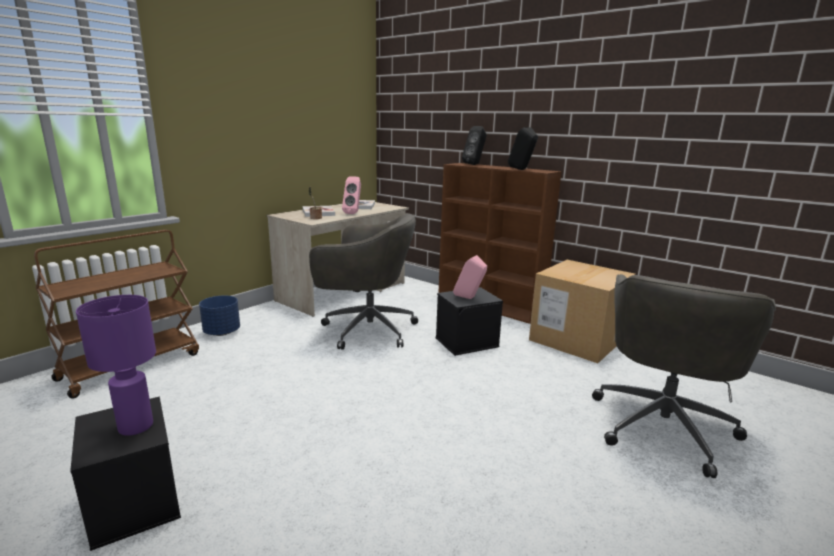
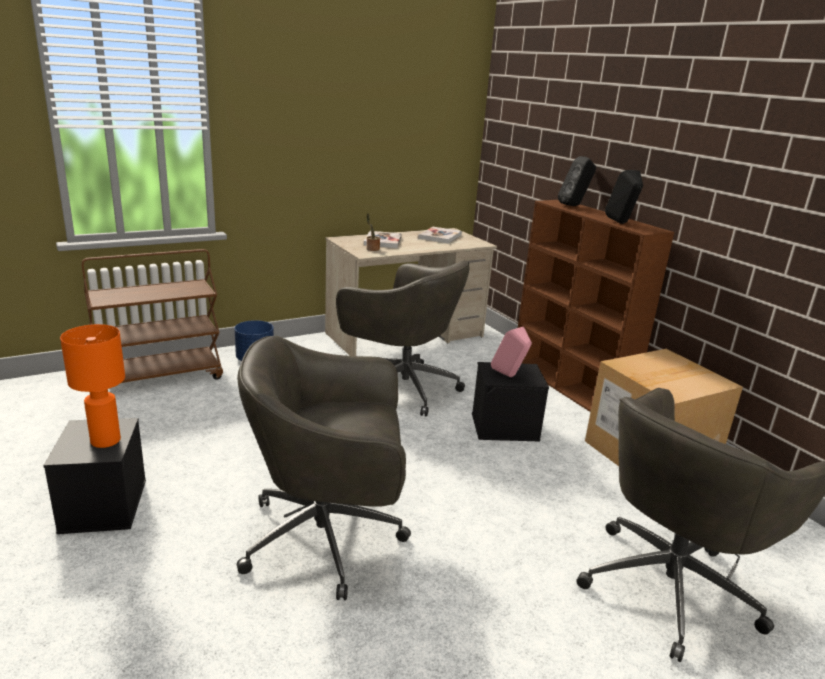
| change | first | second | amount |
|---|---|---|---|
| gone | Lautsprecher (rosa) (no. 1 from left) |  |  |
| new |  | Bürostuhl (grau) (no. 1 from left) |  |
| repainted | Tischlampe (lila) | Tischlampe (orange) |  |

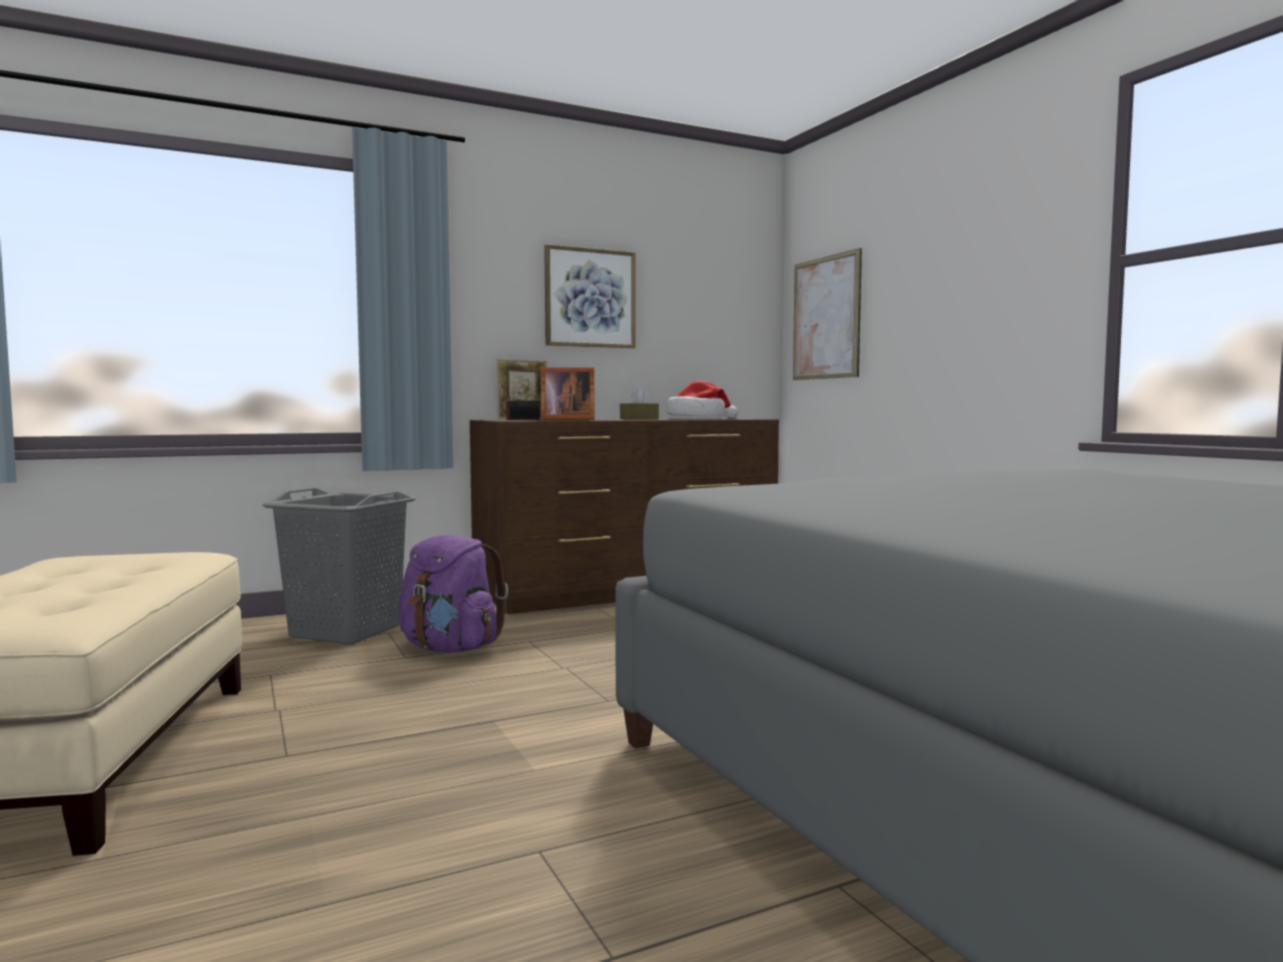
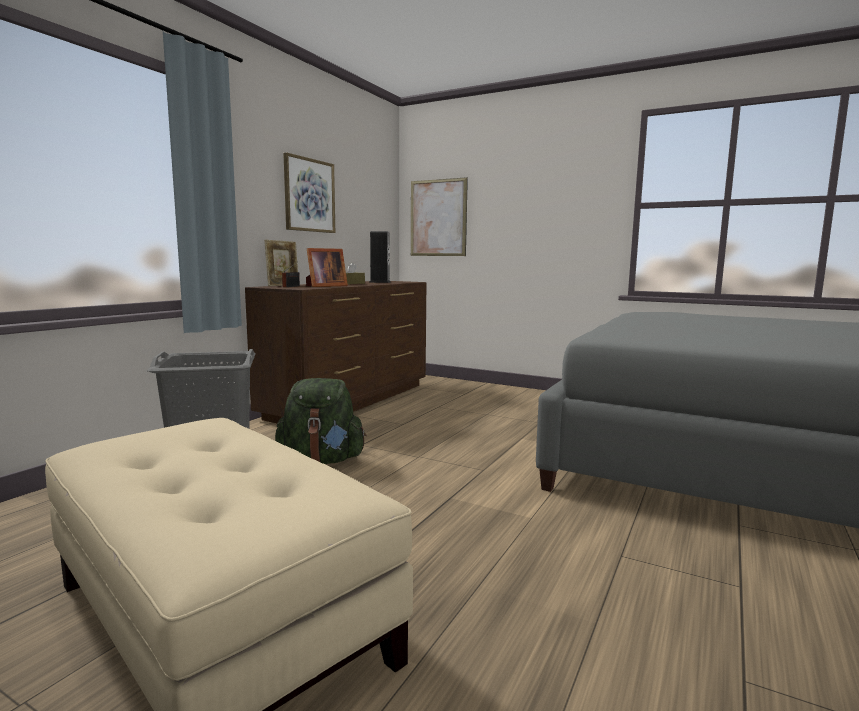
| change | first | second | amount |
|---|---|---|---|
| swapped | Hut | Lautsprecher |  |
| repainted | Rucksack (lila) | Rucksack (grün) |  |

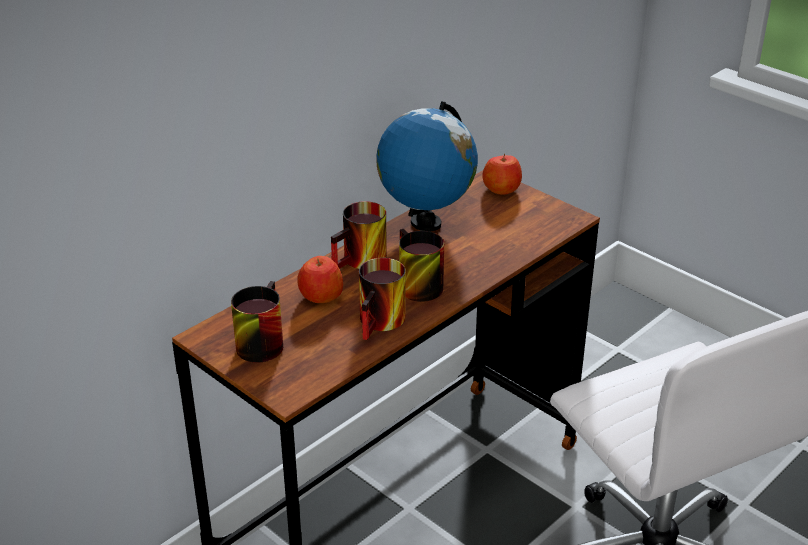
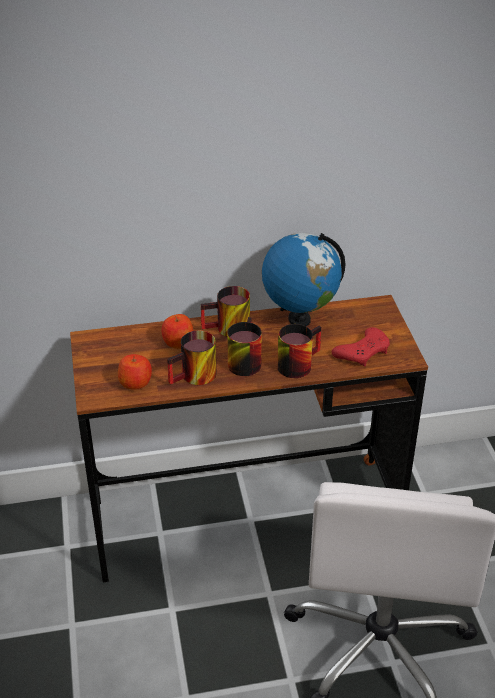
| change | first | second | amount |
|---|---|---|---|
| new |  | Gamepad (rot) |  |
| shifted | Henkelbecher (no. 1 from left in the first image) | Henkelbecher (no. 4 from left) |  |
| shifted | Apfel (no. 2 from left in the first image) | Apfel (no. 1 from left) |  |

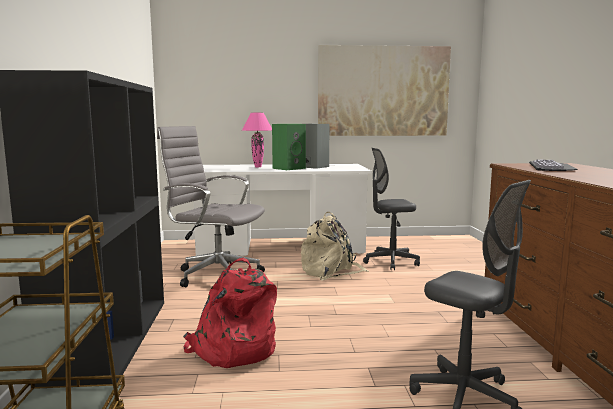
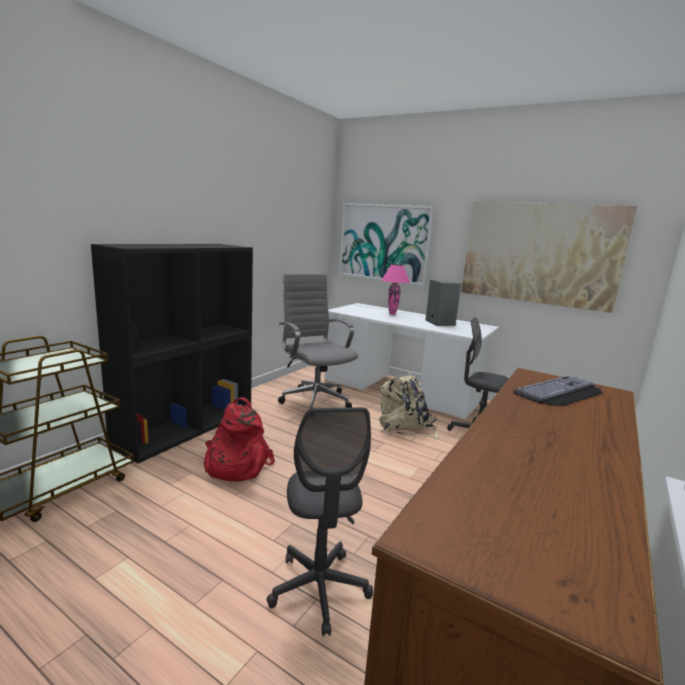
| change | first | second | amount |
|---|---|---|---|
| gone | Lautsprecher (grün) |  |  |
| new |  | Bild (no. 1 from left) |  |

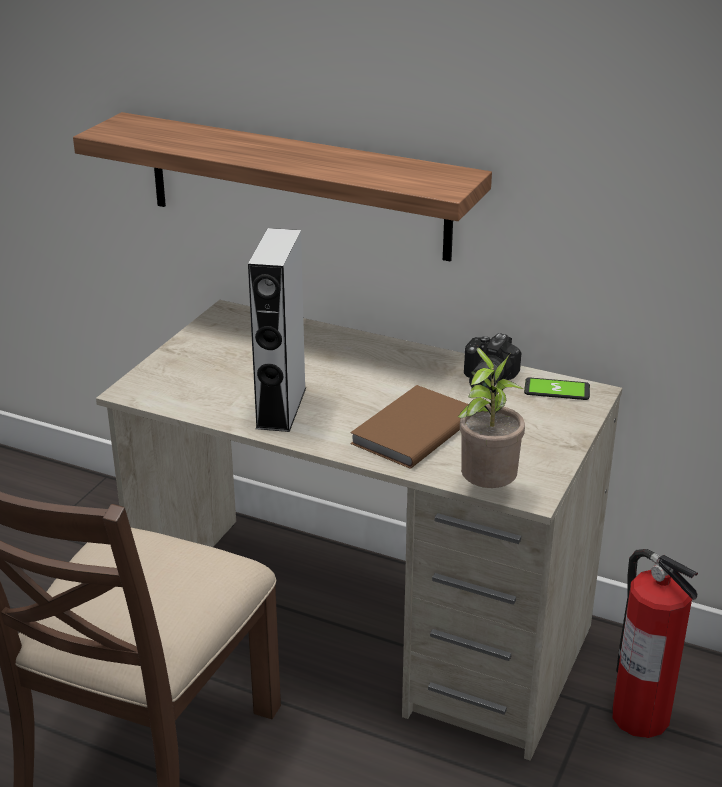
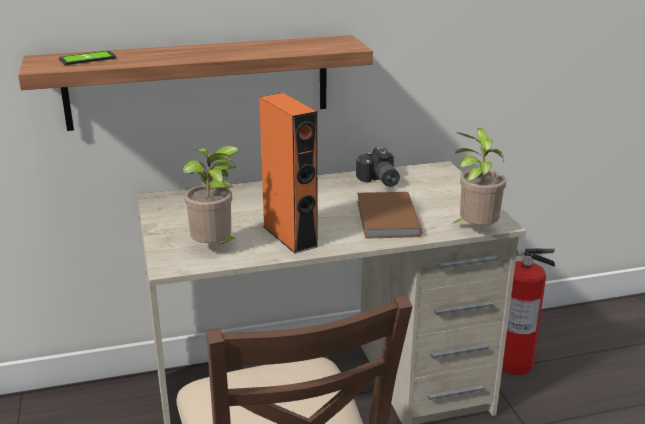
| change | first | second | amount |
|---|---|---|---|
| new |  | Topfpflanze (no. 1 from left) |  |
| shifted | Handy |  |  |
| repainted | Lautsprecher (grau) | Lautsprecher (orange) |  |

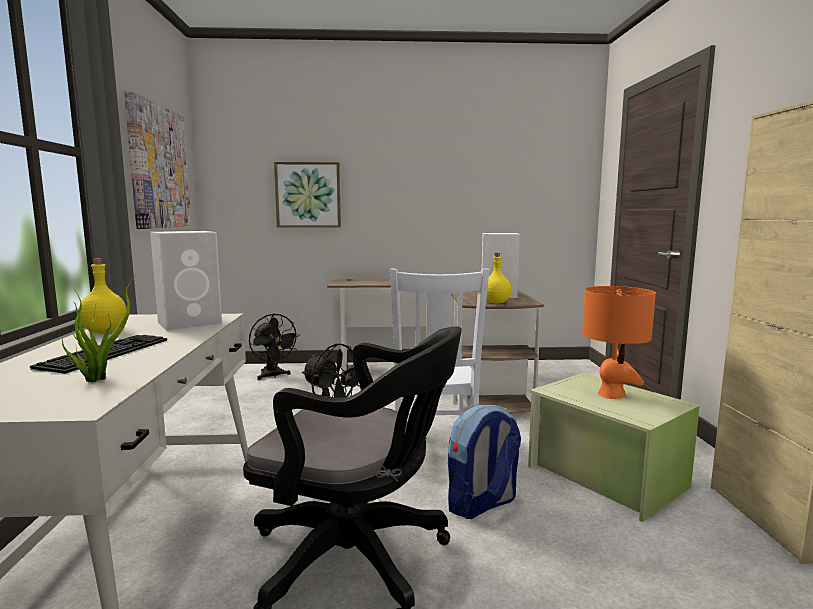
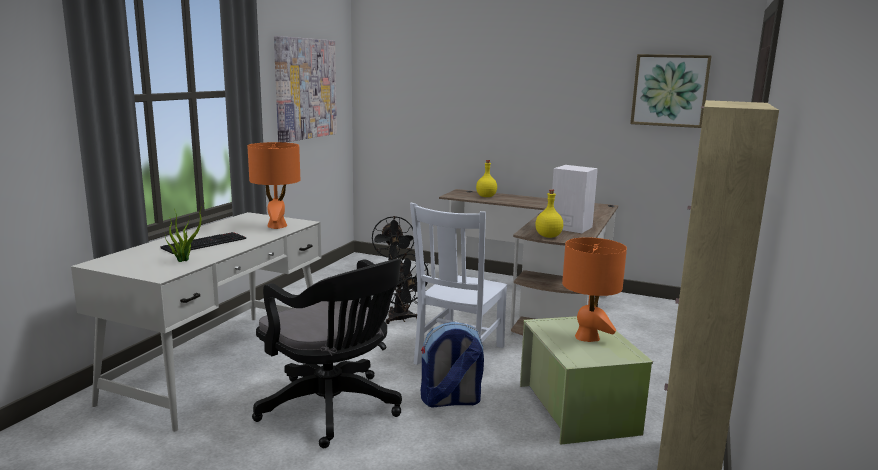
| change | first | second | amount |
|---|---|---|---|
| shifted | Flasche (gelb) (no. 1 from left) |  |  |
| shifted | Bild (no. 2 from left) |  |  |
| swapped | Lautsprecher (weiß) (no. 1 from left) | Tischlampe (orange) (no. 1 from left) |  |

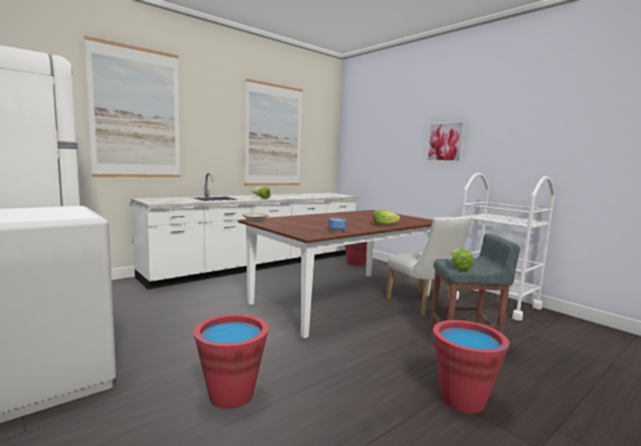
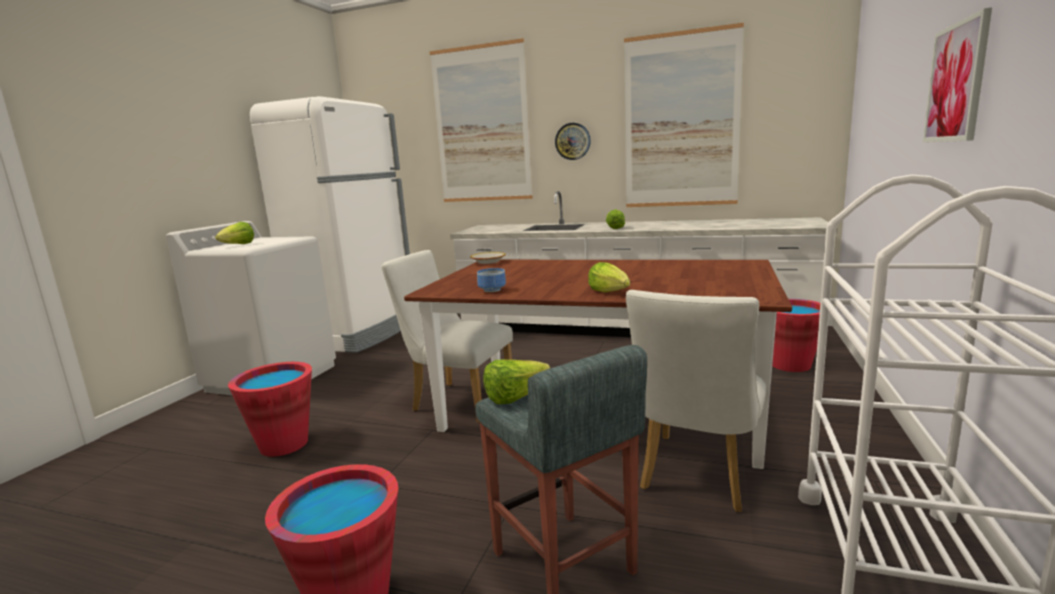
| change | first | second | amount |
|---|---|---|---|
| new |  | Salatkopf (no. 1 from left) |  |
| new |  | Stuhl (weiß) (no. 1 from left) |  |
| new |  | Wanduhr |  |

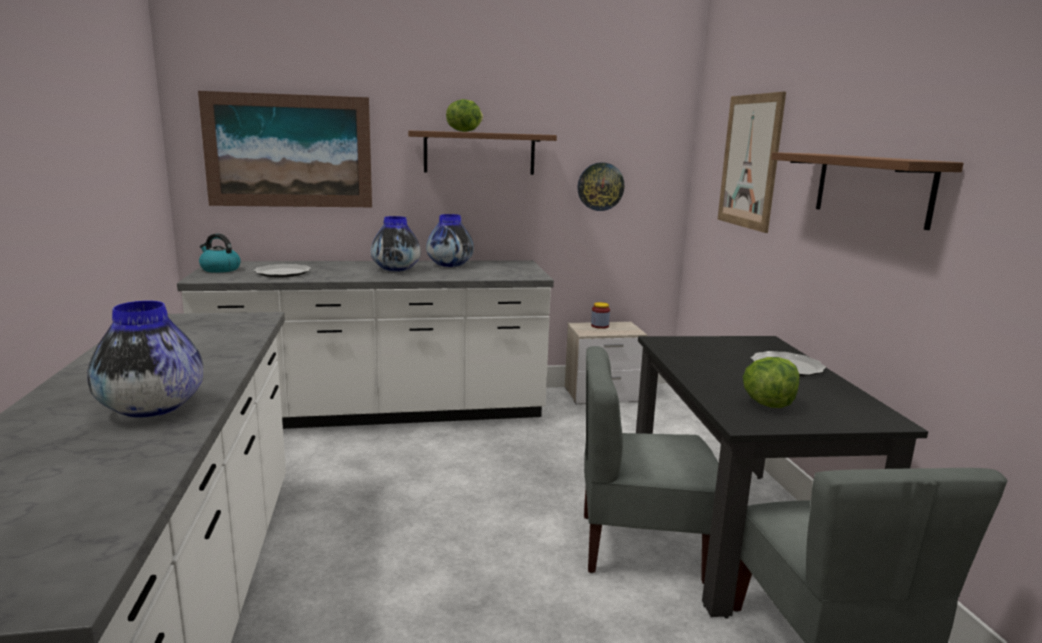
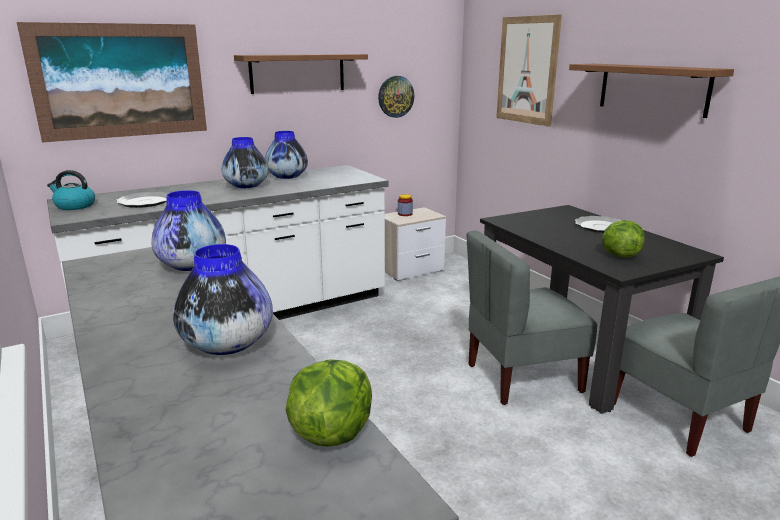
| change | first | second | amount |
|---|---|---|---|
| new |  | Vase (no. 1 from left) |  |
| shifted | Salatkopf (no. 1 from left) |  |  |

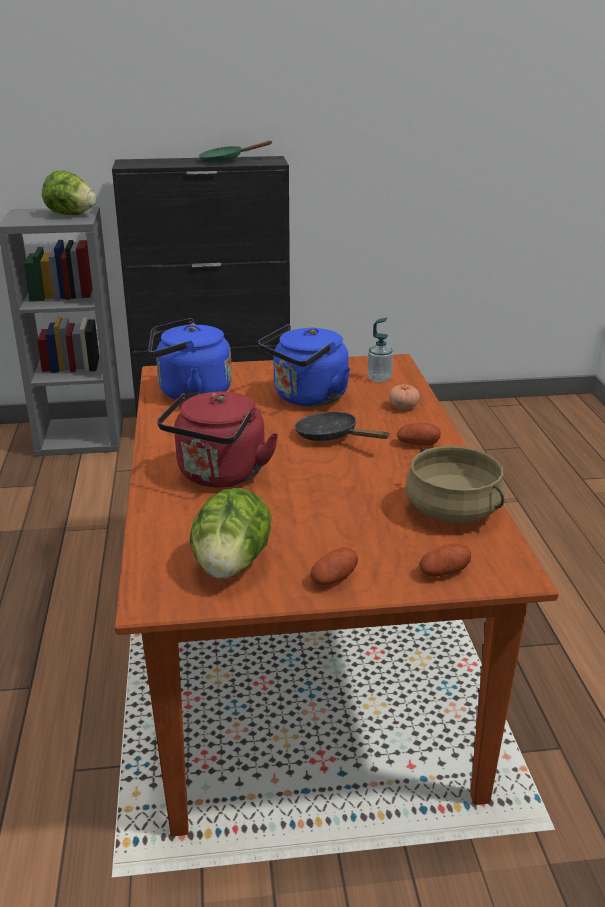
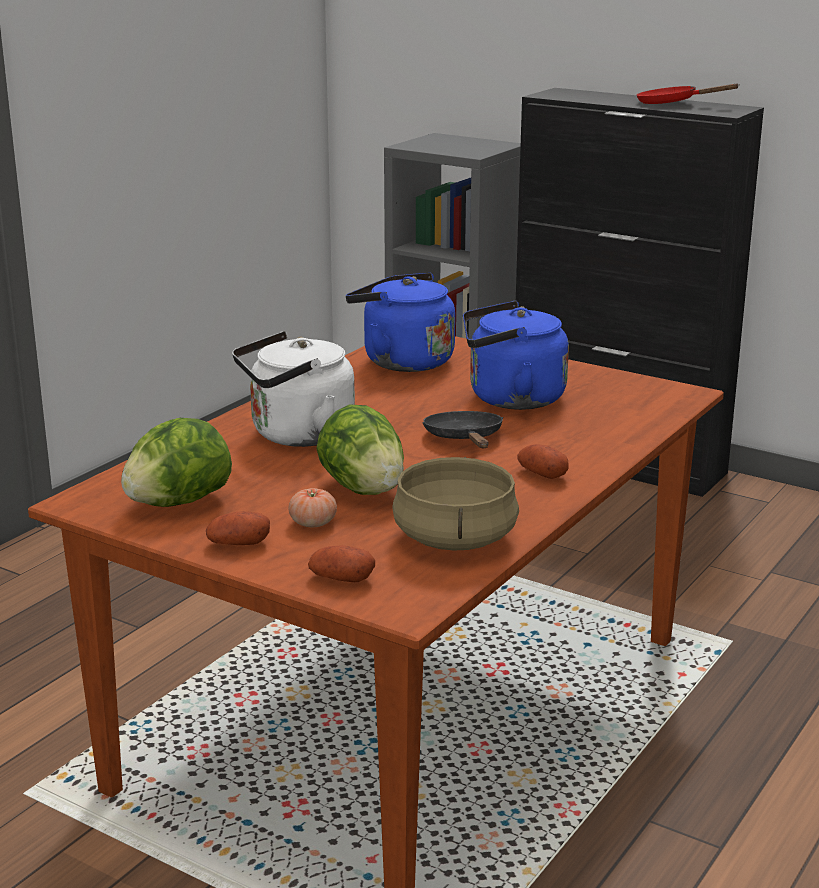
| change | first | second | amount |
|---|---|---|---|
| gone | Seifenspender |  |  |
| shifted | Salatkopf (no. 1 from left in the first image) | Salatkopf (no. 2 from left) |  |
| shifted | Tomate |  |  |
| repainted | Wasserkessel (rot) | Wasserkessel (weiß) |  |
| repainted | Pfanne (grün) | Pfanne (rot) |  |

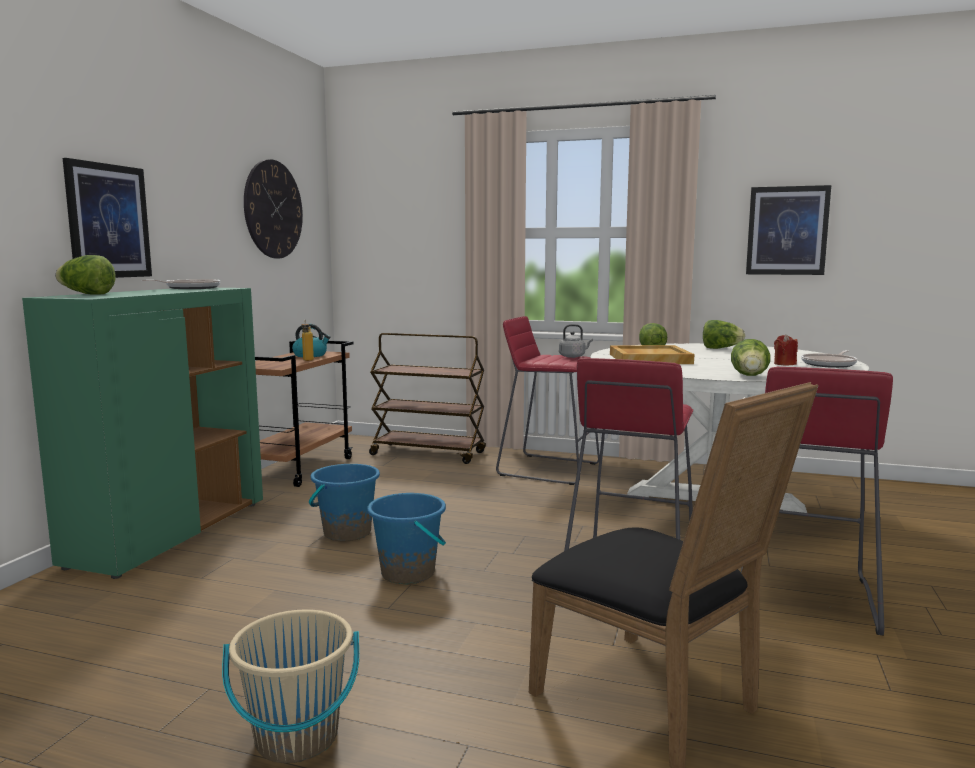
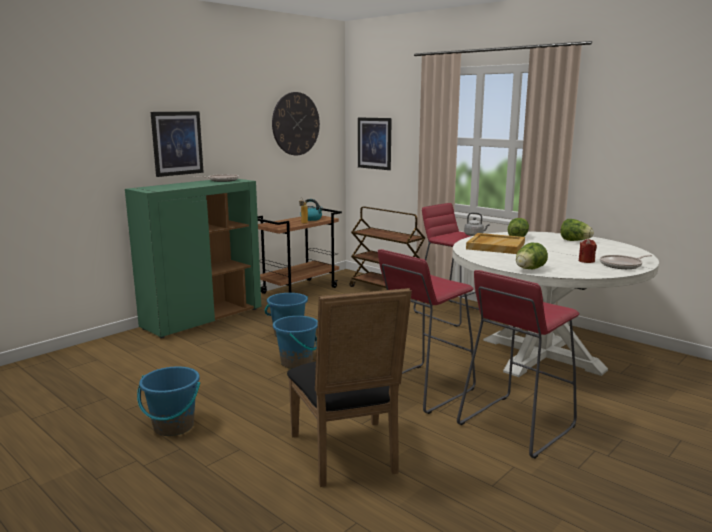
| change | first | second | amount |
|---|---|---|---|
| gone | Salatkopf (no. 1 from left) |  |  |
| shifted | Bild (no. 2 from left) |  |  |
| repainted | Eimer (beige) | Eimer (blau) (no. 1 from left) |  |

